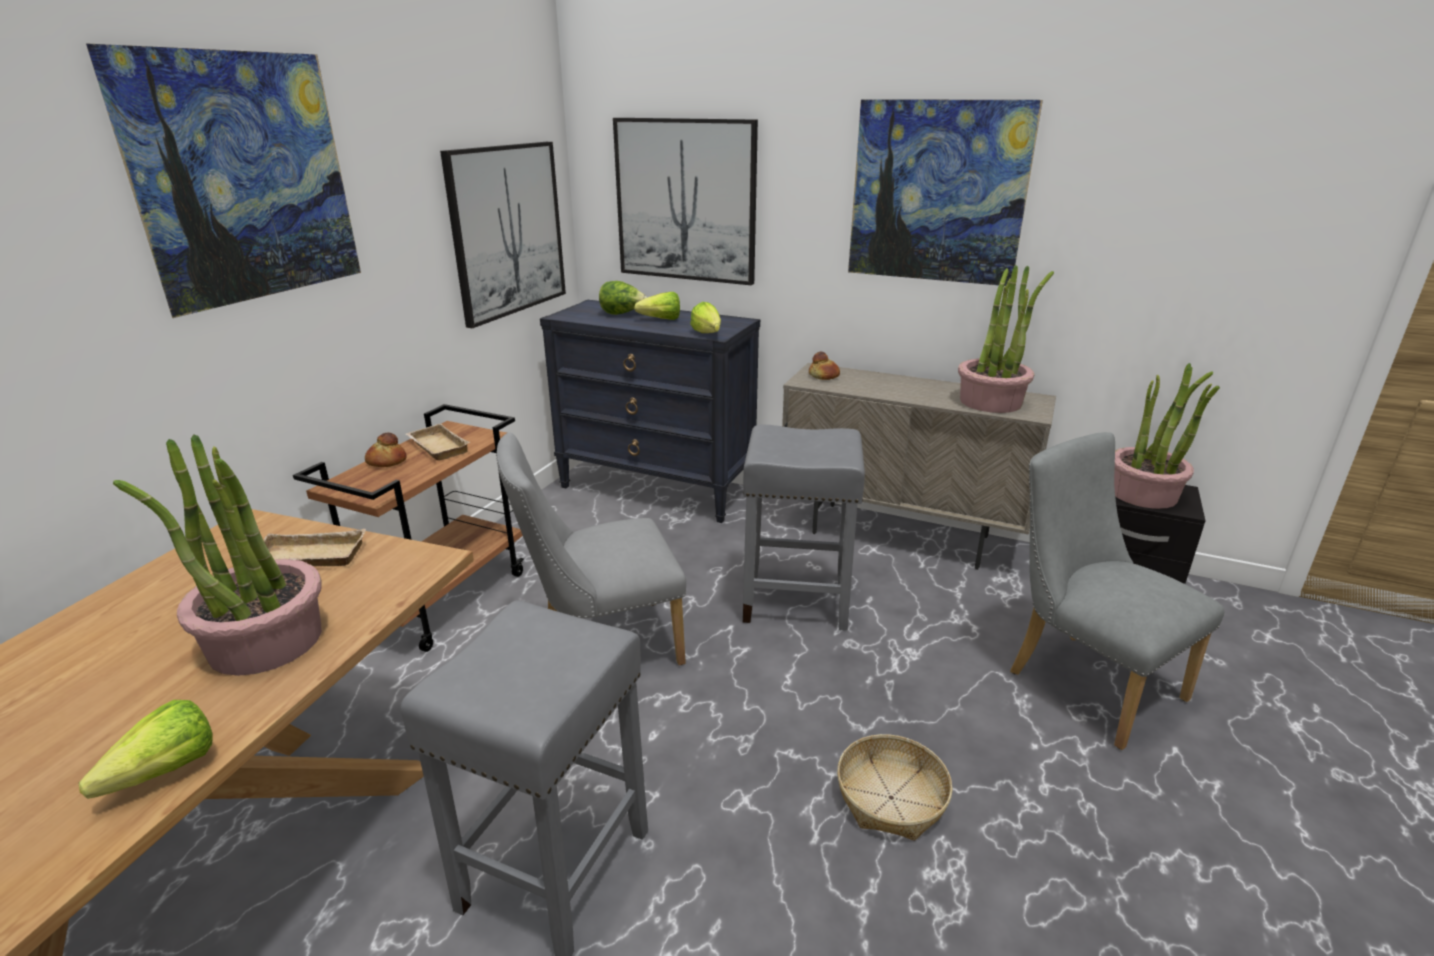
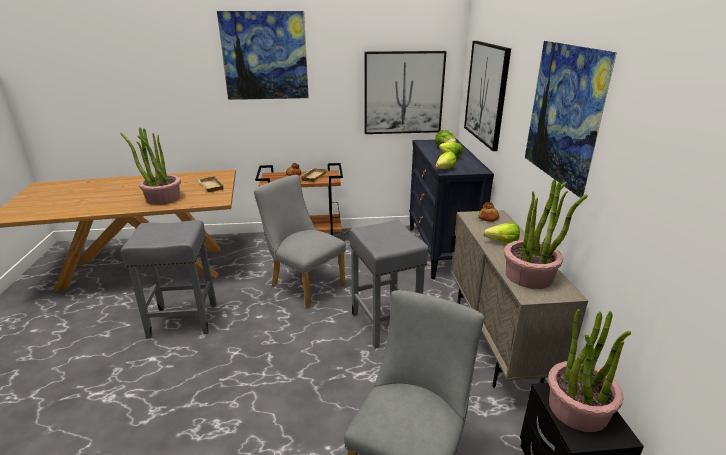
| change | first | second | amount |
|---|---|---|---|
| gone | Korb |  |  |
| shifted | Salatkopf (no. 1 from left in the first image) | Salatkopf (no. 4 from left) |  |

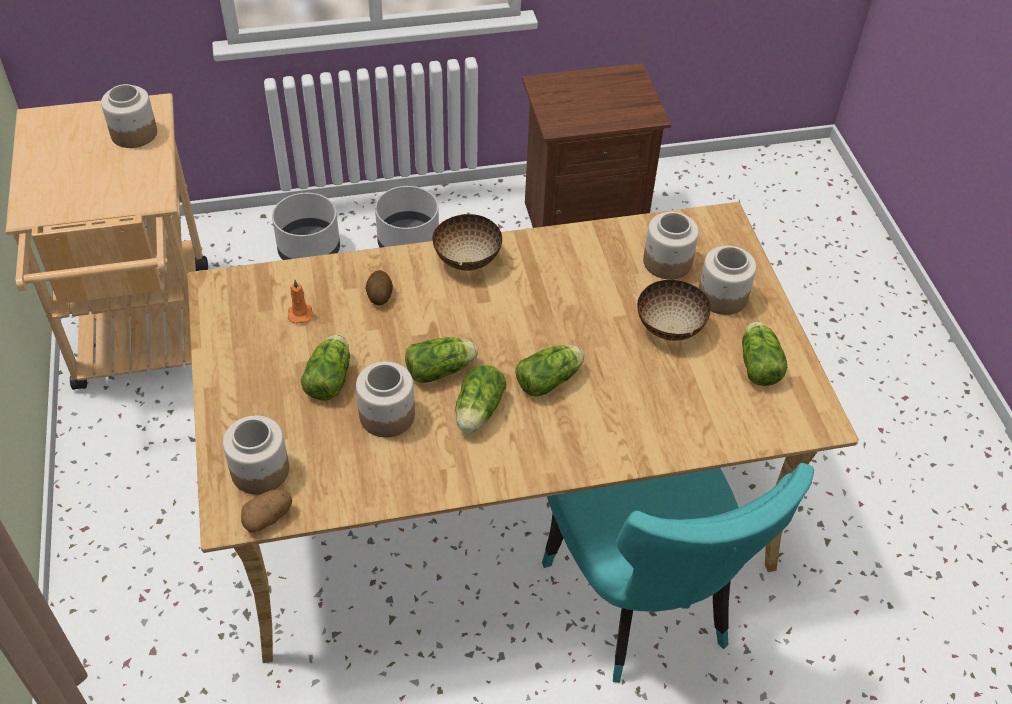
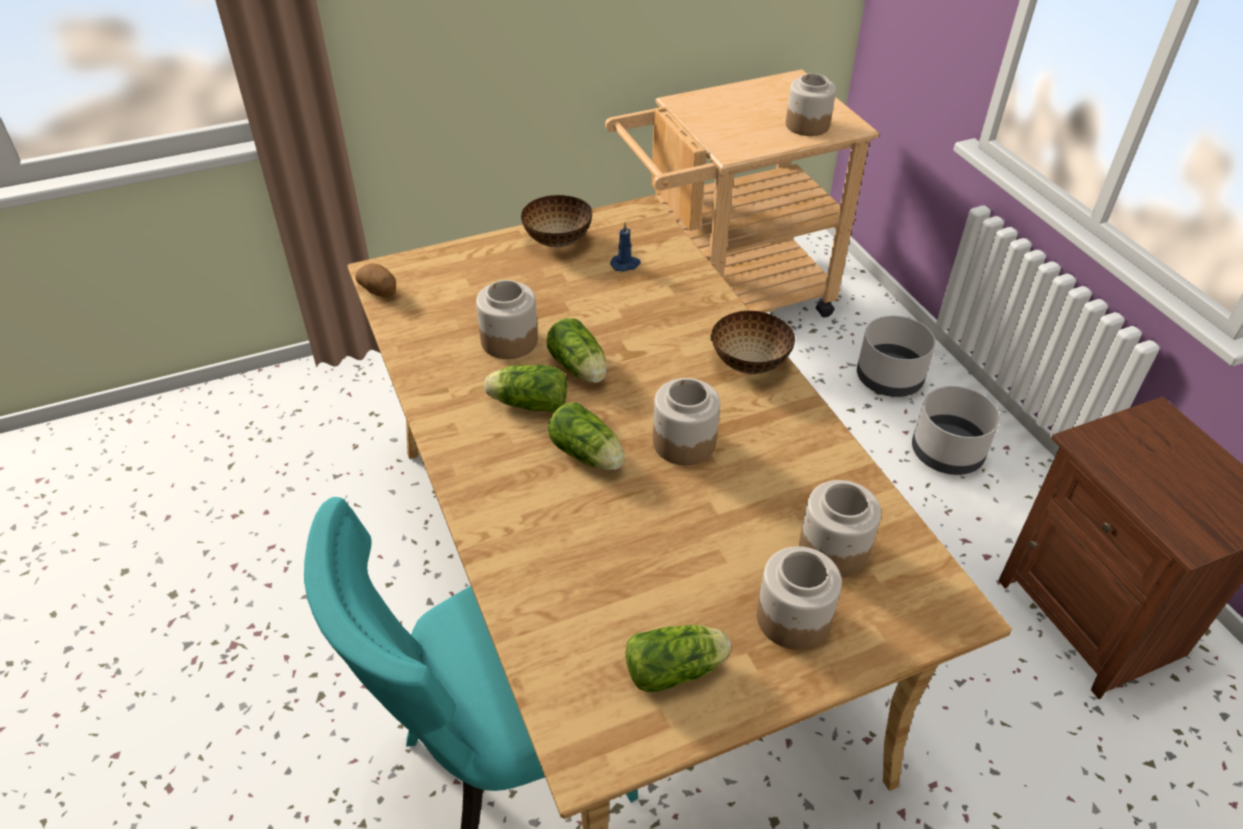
| change | first | second | amount |
|---|---|---|---|
| gone | Salatkopf (no. 1 from left) |  |  |
| gone | Kartoffel (no. 2 from left) |  |  |
| shifted | Vorratsglas (no. 2 from left) |  |  |
| shifted | Schüssel (no. 2 from left in the first image) | Schüssel (no. 1 from left) |  |
| repainted | Kerze (orange) | Kerze (blau) |  |

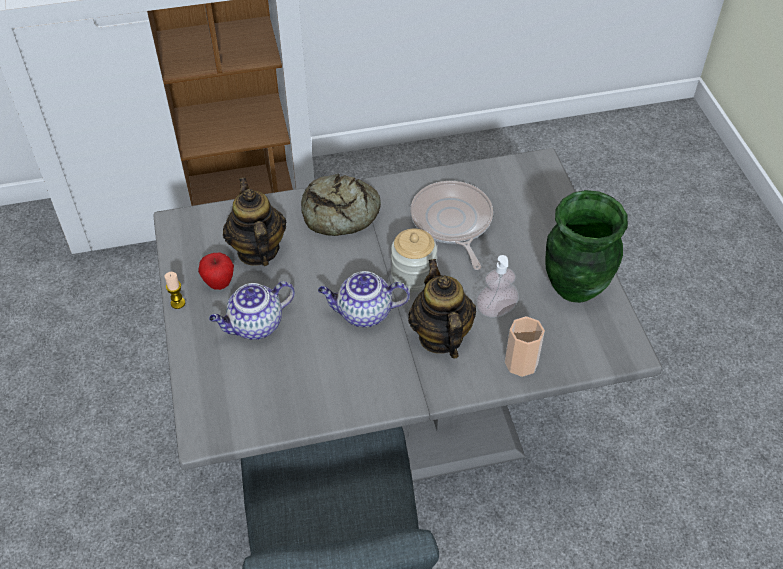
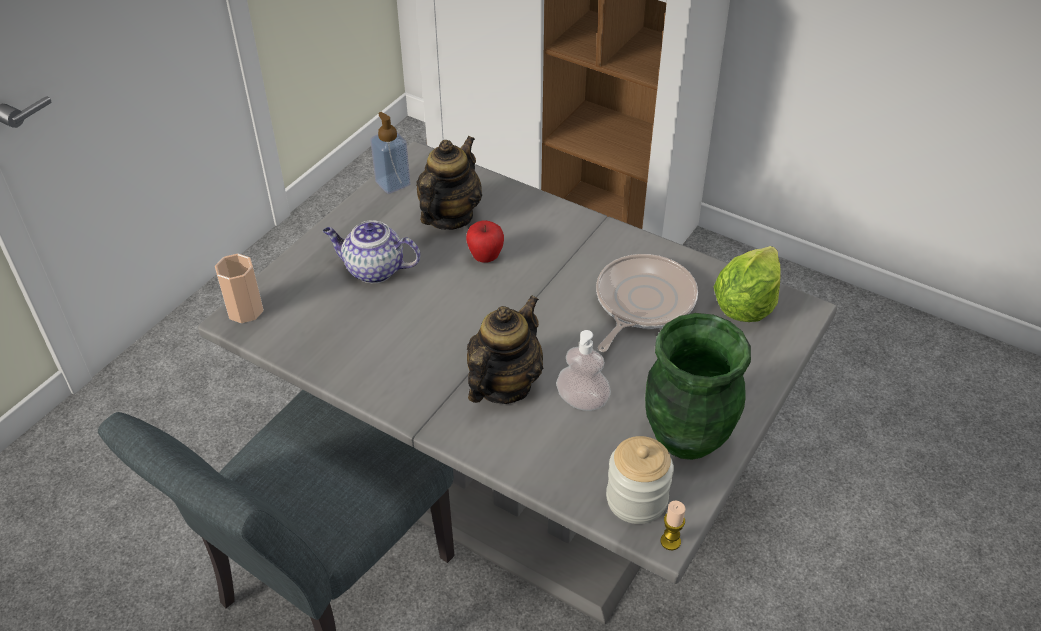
| change | first | second | amount |
|---|---|---|---|
| gone | Brot |  |  |
| gone | Teekanne (no. 3 from left) |  |  |
| new |  | Seifenspender (no. 1 from left) |  |
| new |  | Salatkopf |  |
| shifted | Kerze |  |  |
| shifted | Apfel |  |  |
| shifted | Vorratsglas |  |  |
| shifted | Tasse |  |  |

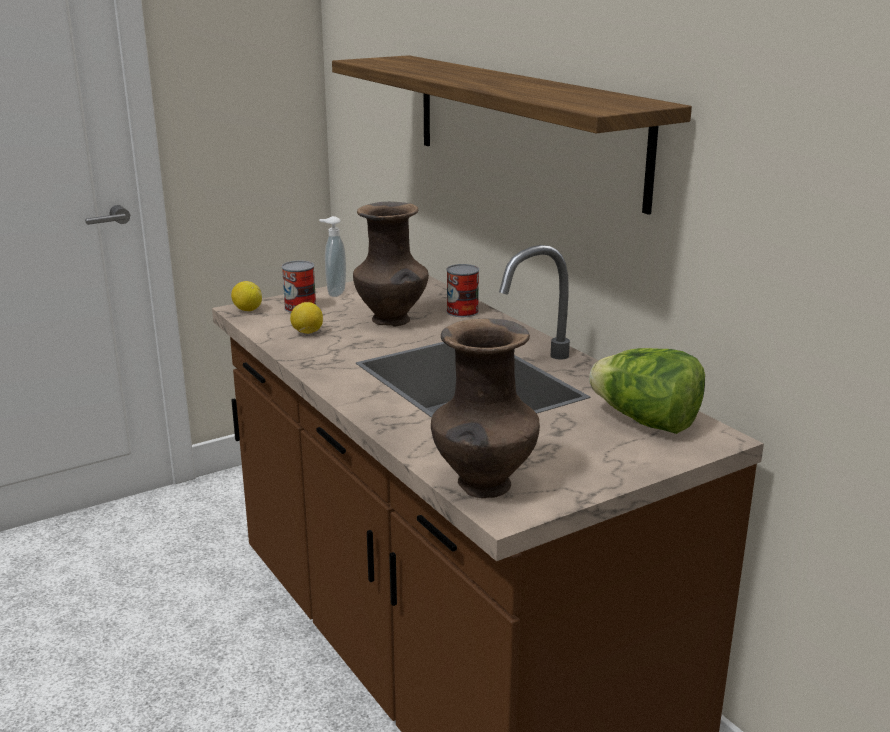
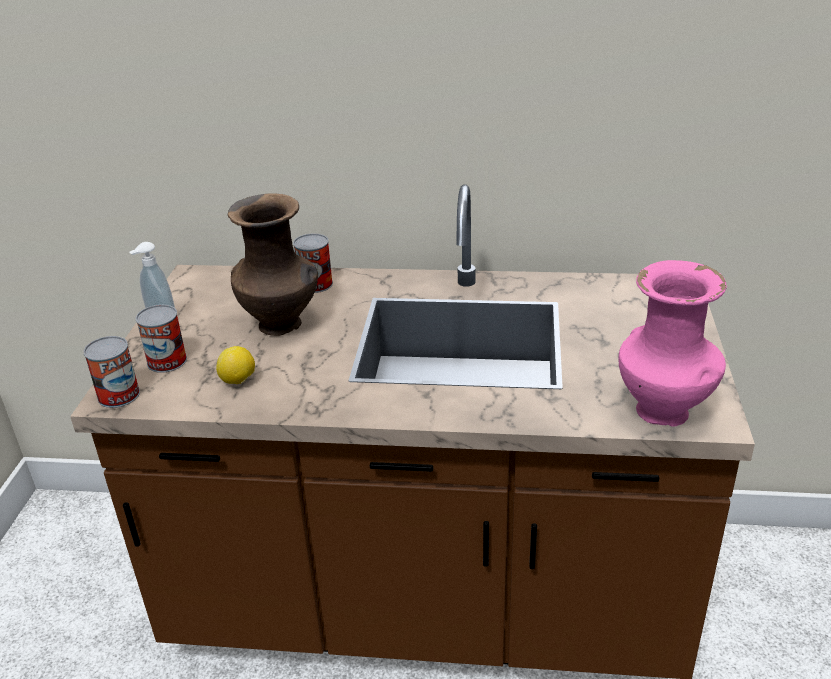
| change | first | second | amount |
|---|---|---|---|
| gone | Wandregal |  |  |
| gone | Salatkopf |  |  |
| swapped | Zitrone (no. 1 from left) | Dose (no. 1 from left) |  |
| repainted | Vase (braun) (no. 2 from left) | Vase (rosa) |  |

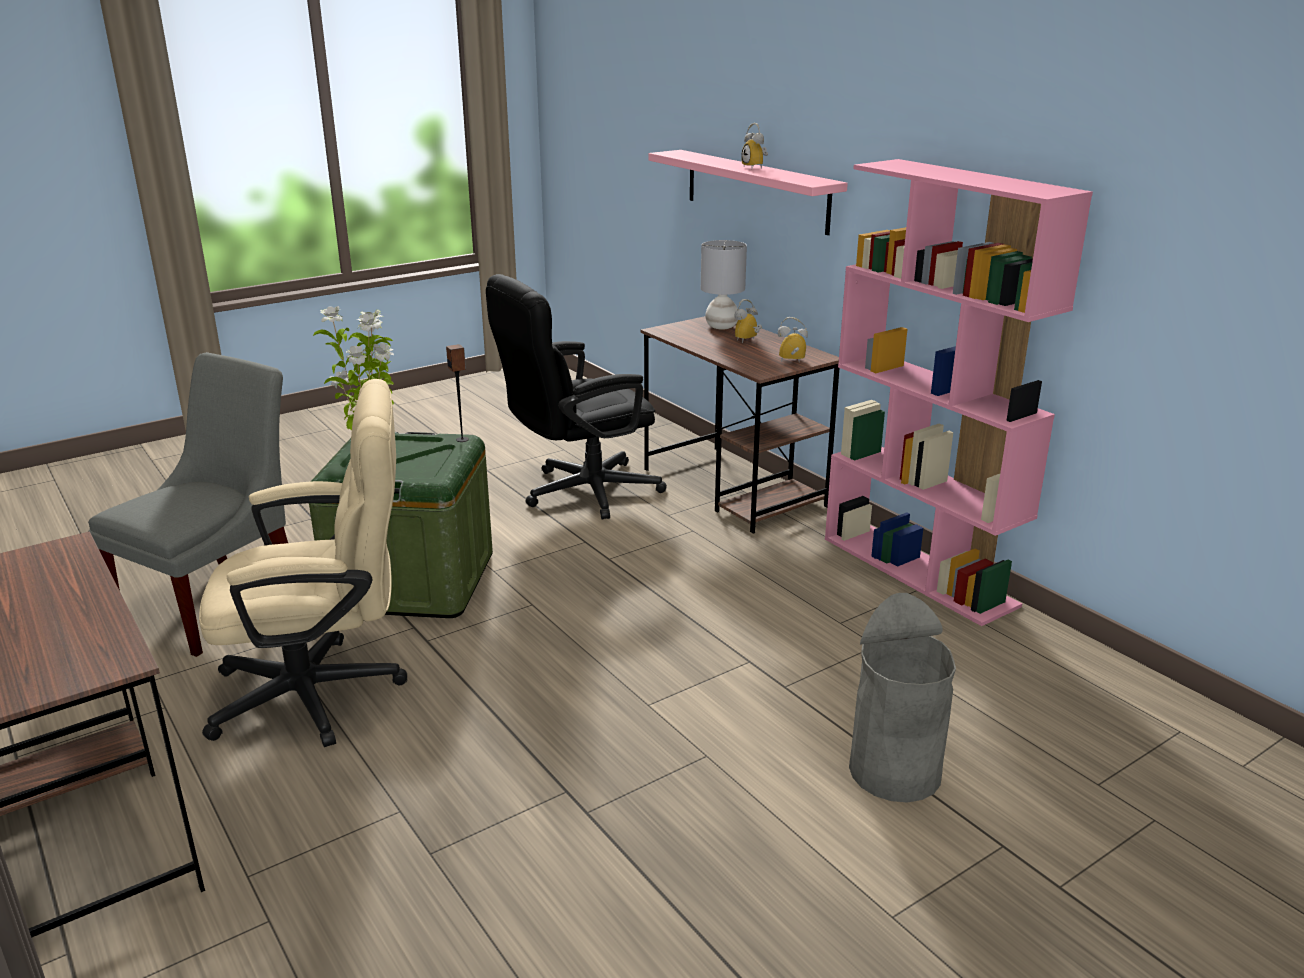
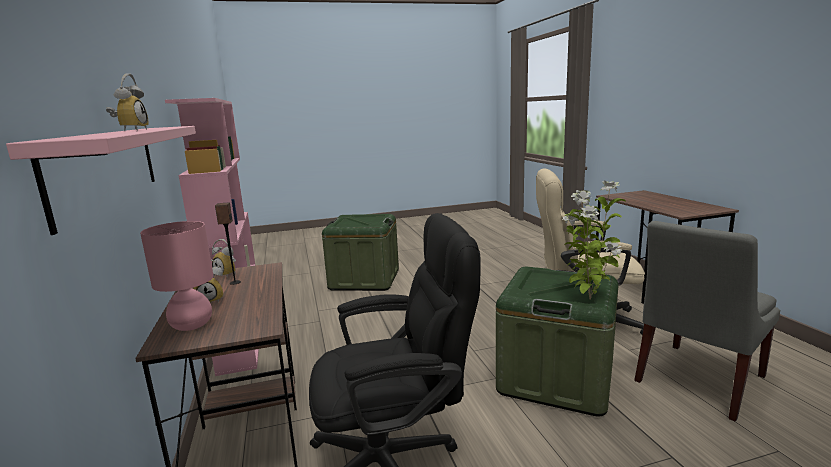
| change | first | second | amount |
|---|---|---|---|
| shifted | Lautsprecher |  |  |
| swapped | Mülleimer (grau) | Aufbewahrungsbox (grün) (no. 1 from left) |  |
| repainted | Tischlampe (grau) | Tischlampe (rosa) |  |

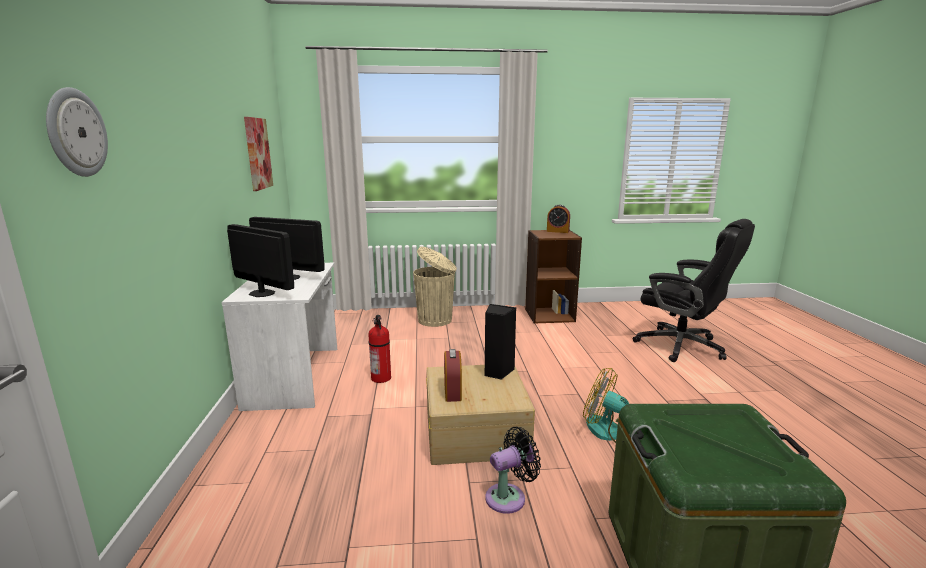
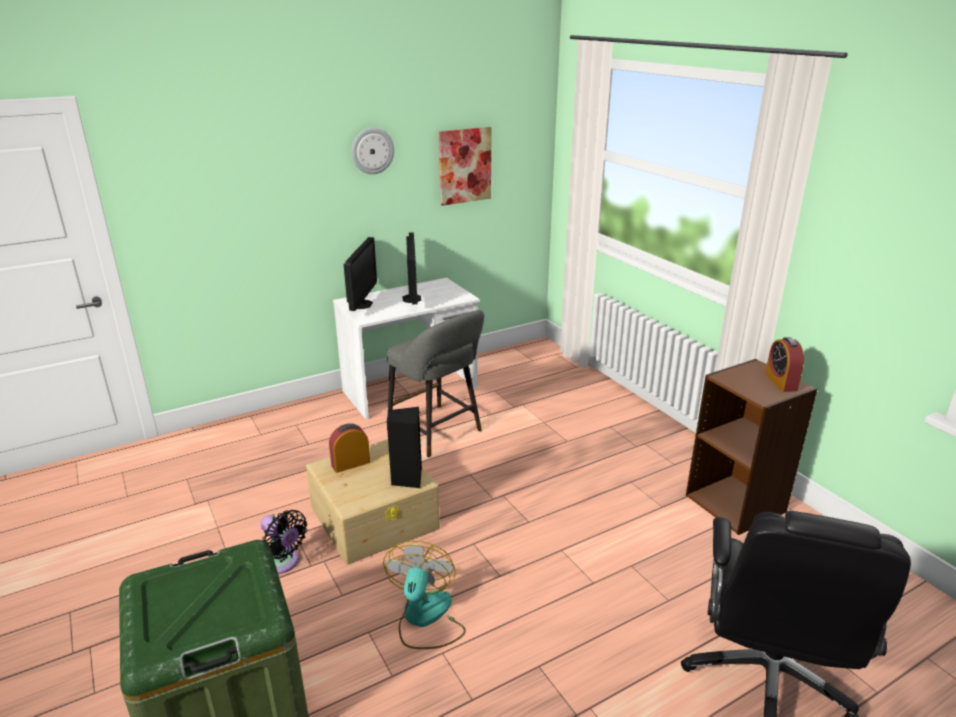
| change | first | second | amount |
|---|---|---|---|
| gone | Mülleimer (beige) |  |  |
| shifted | Wanduhr |  |  |
| swapped | Feuerlöscher | Hocker (grau) |  |

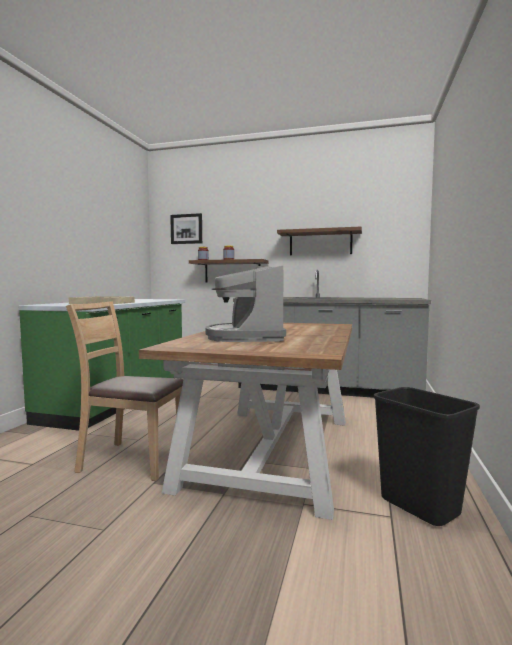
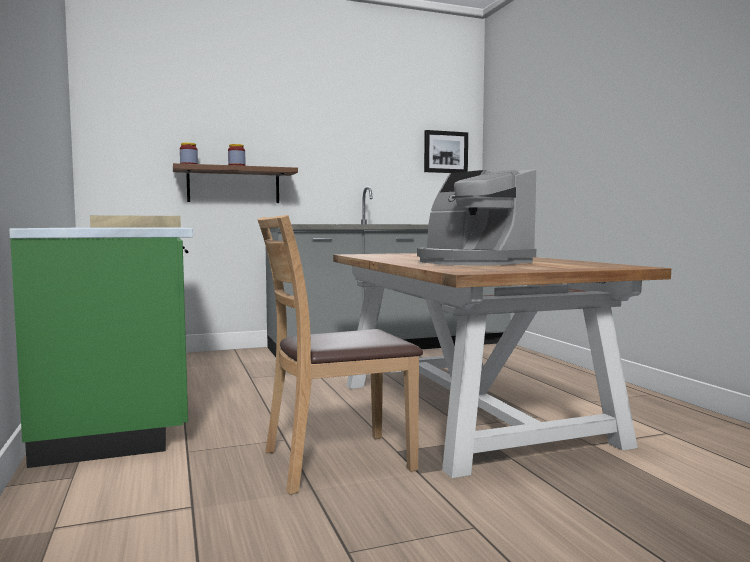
| change | first | second | amount |
|---|---|---|---|
| gone | Wandregal (braun) (no. 2 from left) |  |  |
| gone | Mülleimer (schwarz) |  |  |
| shifted | Bild |  |  |

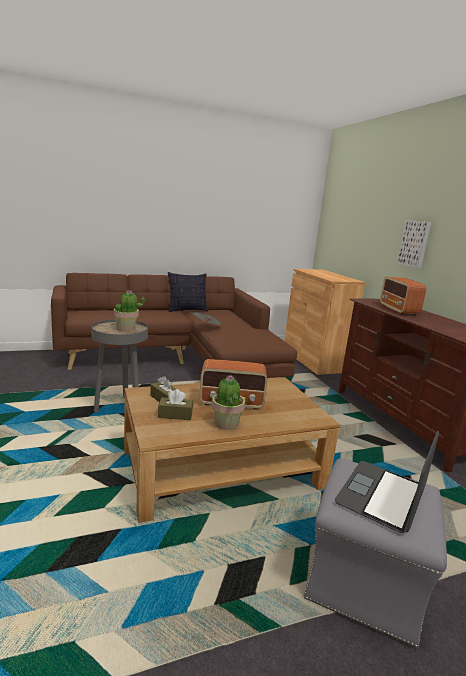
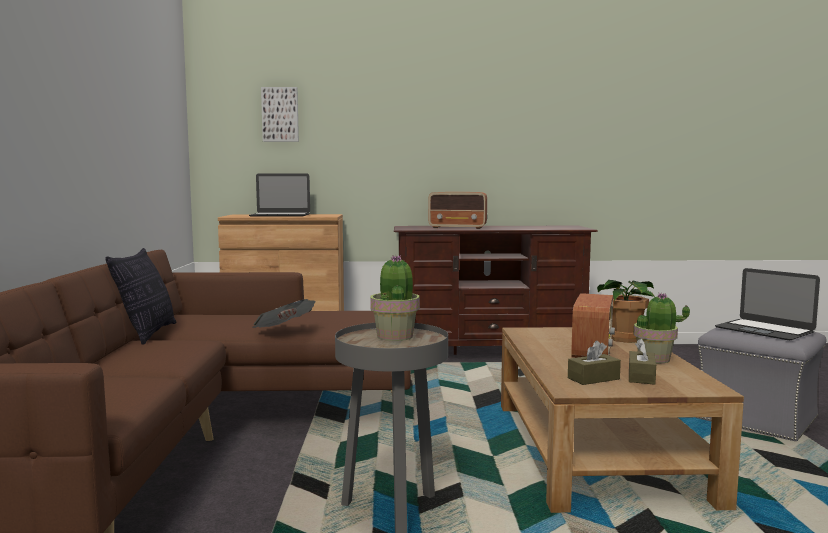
| change | first | second | amount |
|---|---|---|---|
| new |  | Laptop (no. 1 from left) |  |
| new |  | Topfpflanze (no. 2 from left) |  |
| shifted | Bild |  |  |

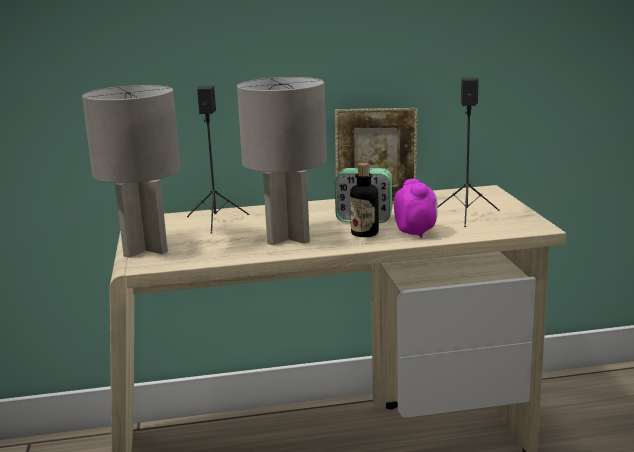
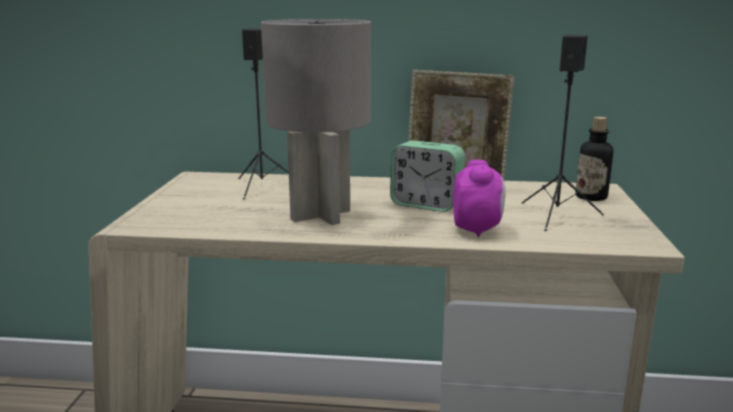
| change | first | second | amount |
|---|---|---|---|
| gone | Tischlampe (grau) (no. 1 from left) |  |  |
| shifted | Flasche |  |  |

